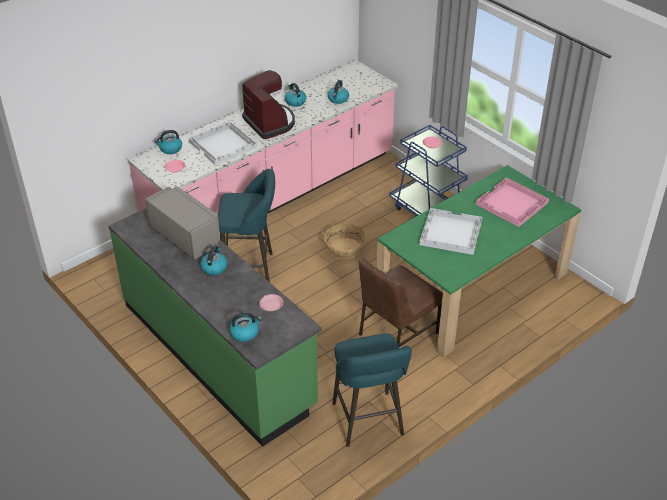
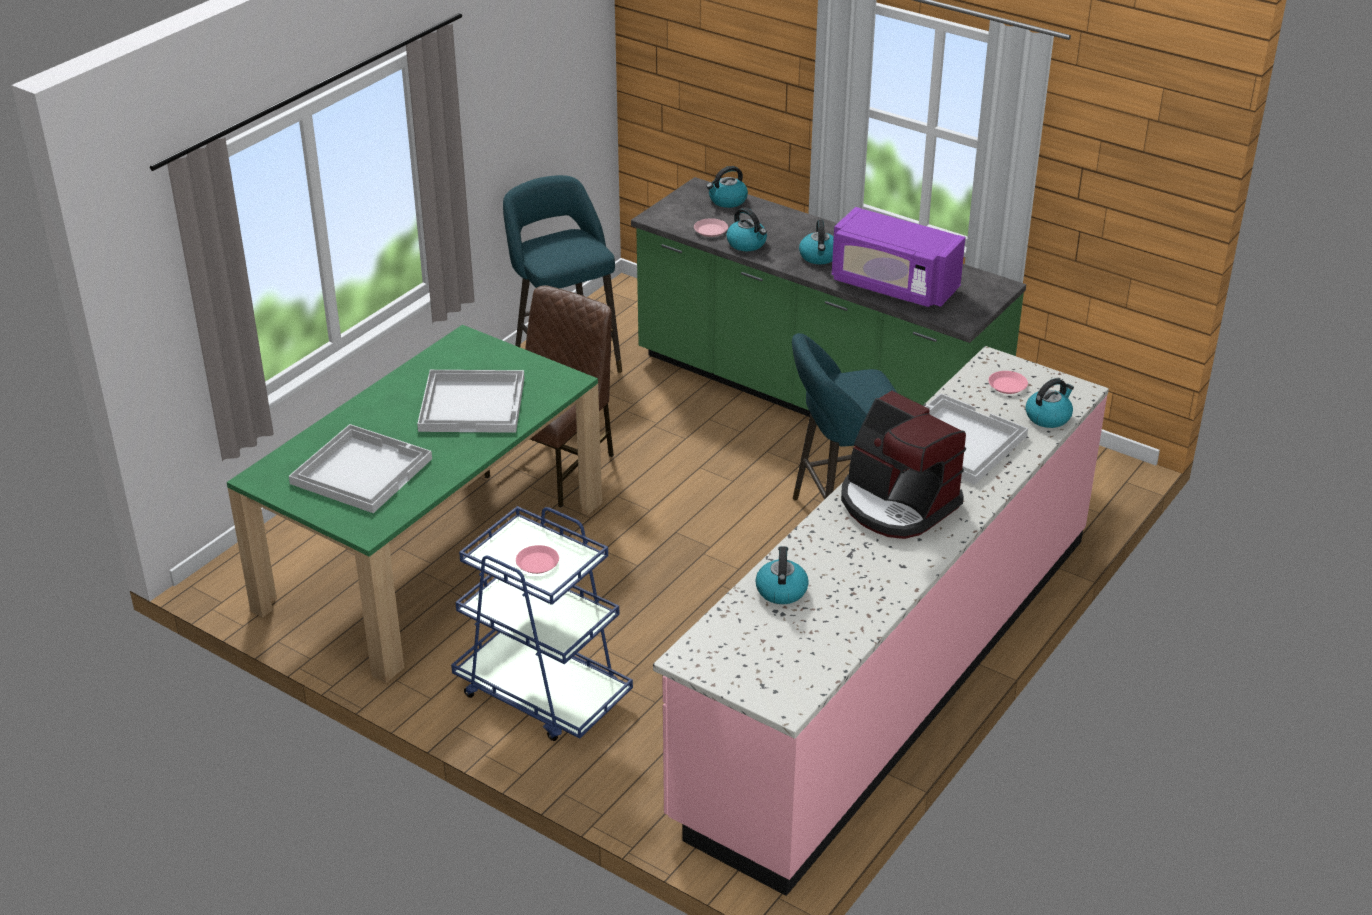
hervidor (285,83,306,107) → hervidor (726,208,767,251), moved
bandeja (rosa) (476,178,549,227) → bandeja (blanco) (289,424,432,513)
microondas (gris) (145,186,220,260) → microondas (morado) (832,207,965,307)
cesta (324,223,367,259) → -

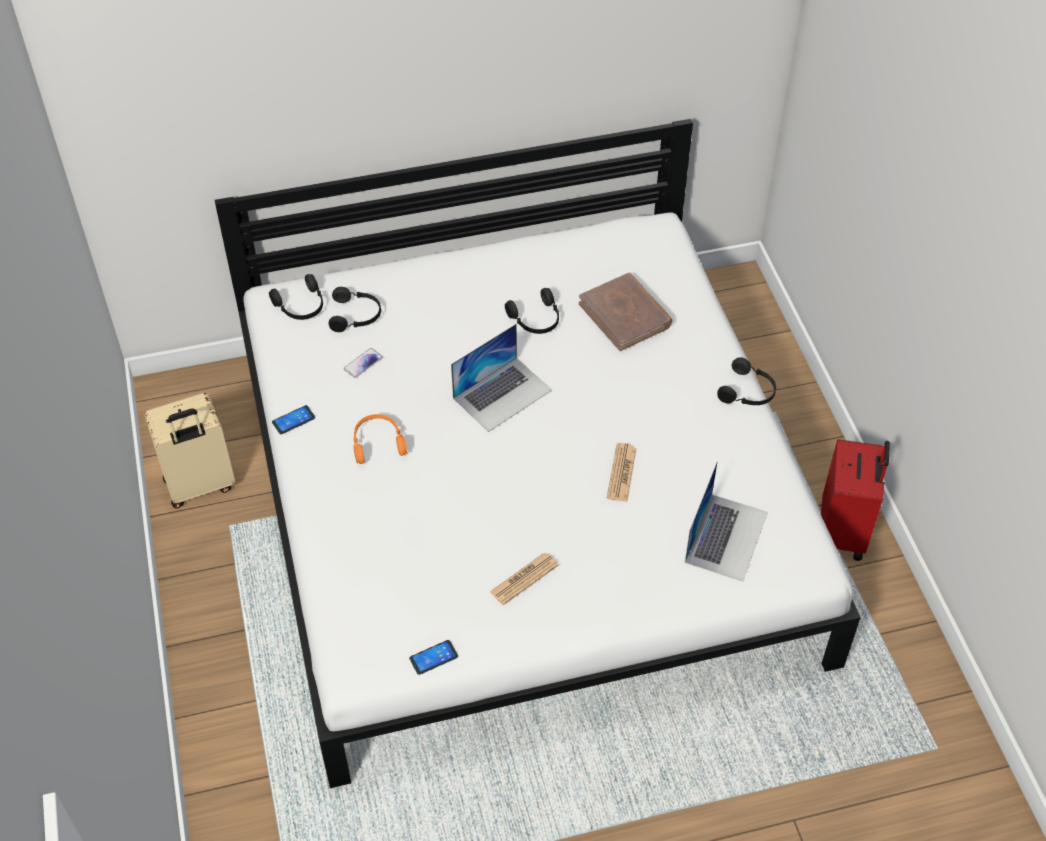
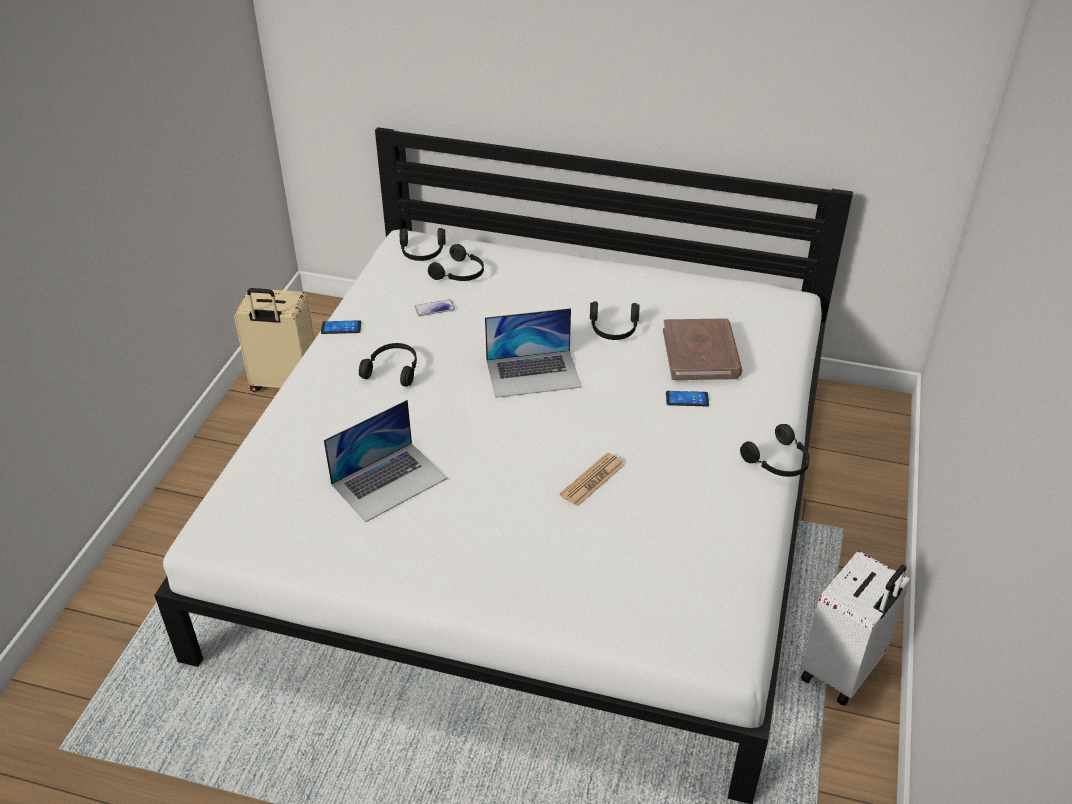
auriculares (naranja) (353,414,407,464) → auriculares (negro) (359,343,417,387)
maleta (rojo) (821,439,890,561) → maleta (blanco) (801,551,911,706)
portátil (685,461,768,581) → portátil (324,400,447,522), moved
periódico (490,553,558,605) → -
móvil (409,640,458,675) → móvil (666,391,709,406), moved

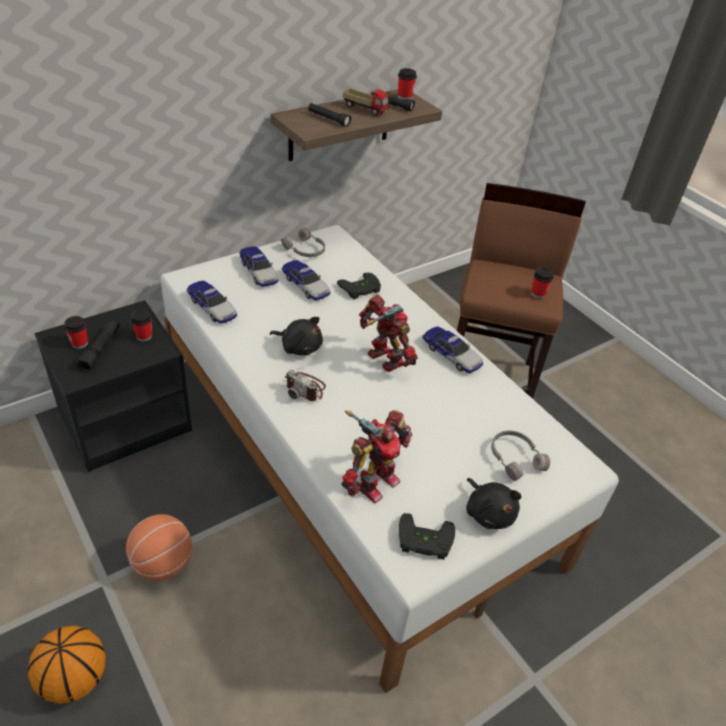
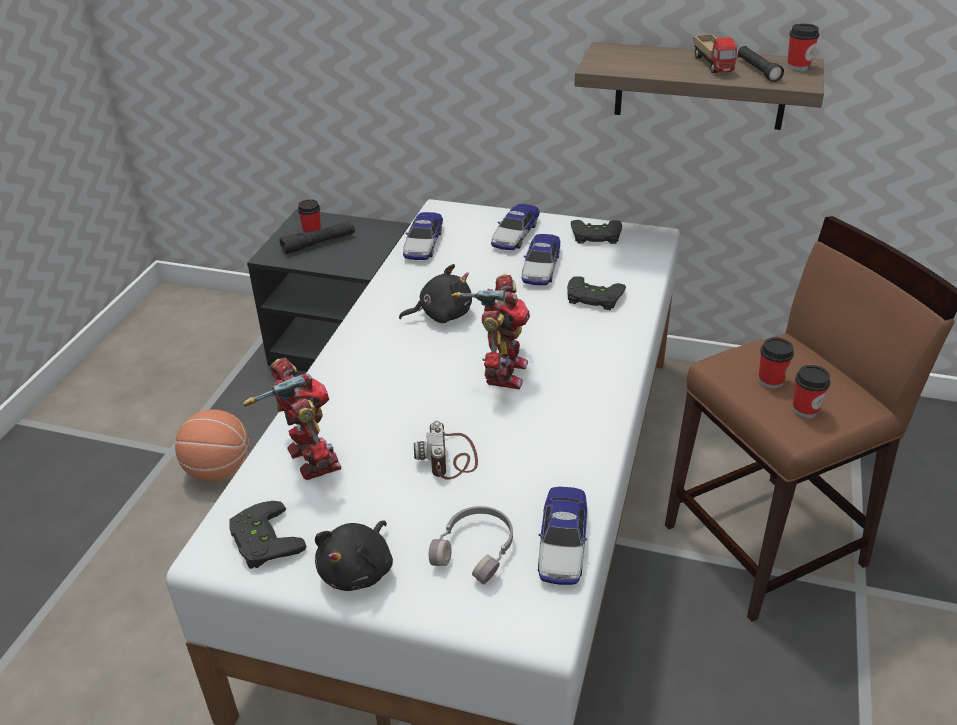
linterna (negro) (308,103,351,127) → -
auriculares (gris) (281,228,325,257) → mando de consola (negro) (571,220,622,244)
taza (131,309,152,341) → taza (758,337,794,389), moved
peluche (negro) (270,317,323,355) → peluche (negro) (399,264,472,323), 90 degrees counterclockwise
coche de juguete (423,326,483,373) → coche de juguete (538,487,587,585), moved
cámara (285,370,326,401) → cámara (414,421,478,480), moved
robot de juguete (342,410,413,503) → robot de juguete (243,357,341,480), 120 degrees counterclockwise
balón de baloncesto (28,626,106,704) → -

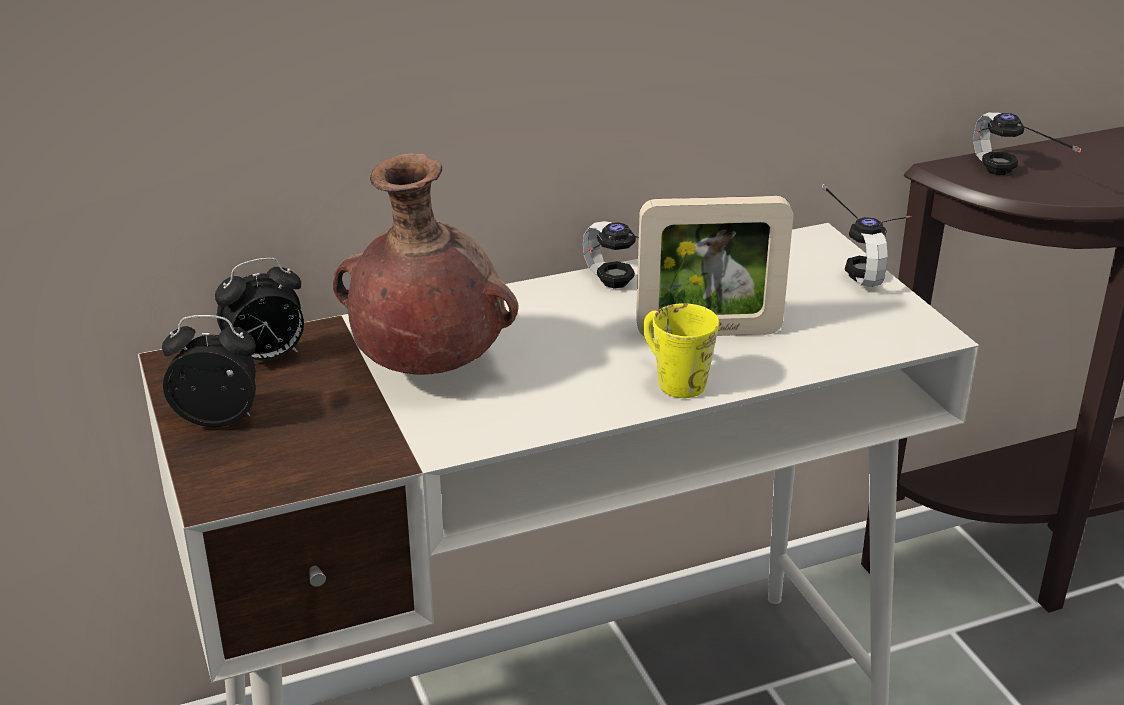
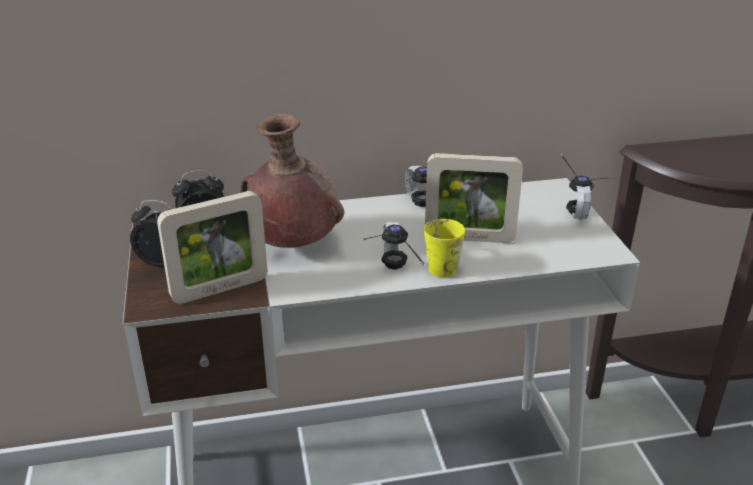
auriculares (973,112,1081,175) → auriculares (363,221,425,270), moved
- → portarretratos (157,191,268,304)

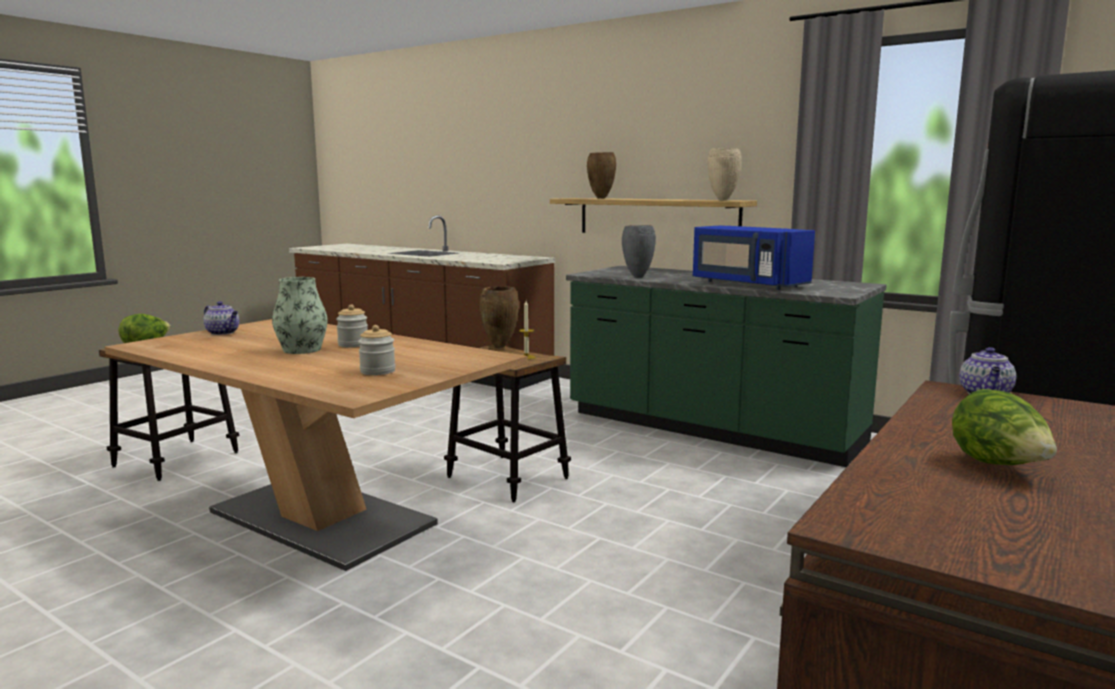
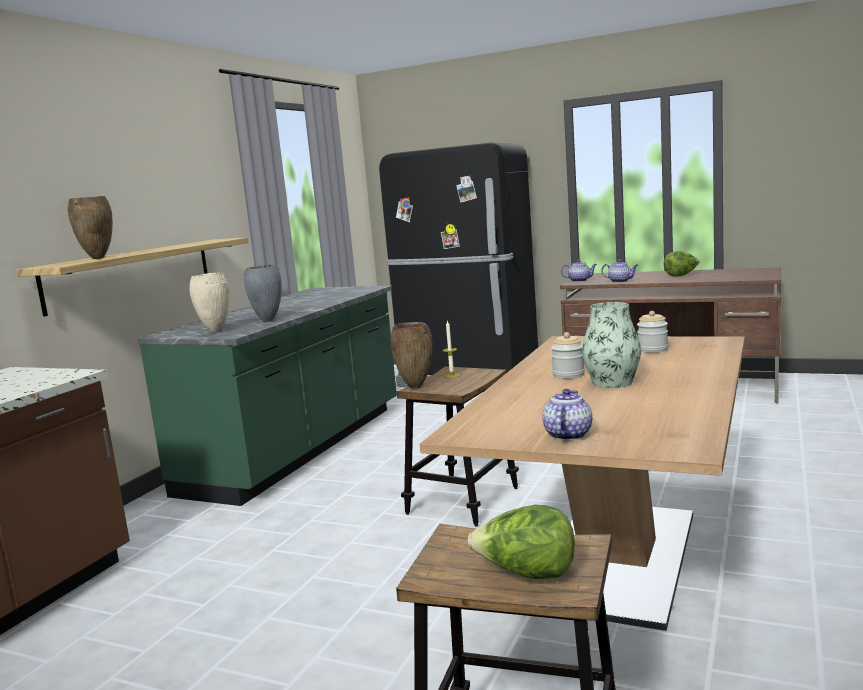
florero (beis) (708,148,742,201) → florero (beis) (189,272,229,332), moved
microondas (azul) (693,225,815,290) → -
- → tetera (601,260,638,283)

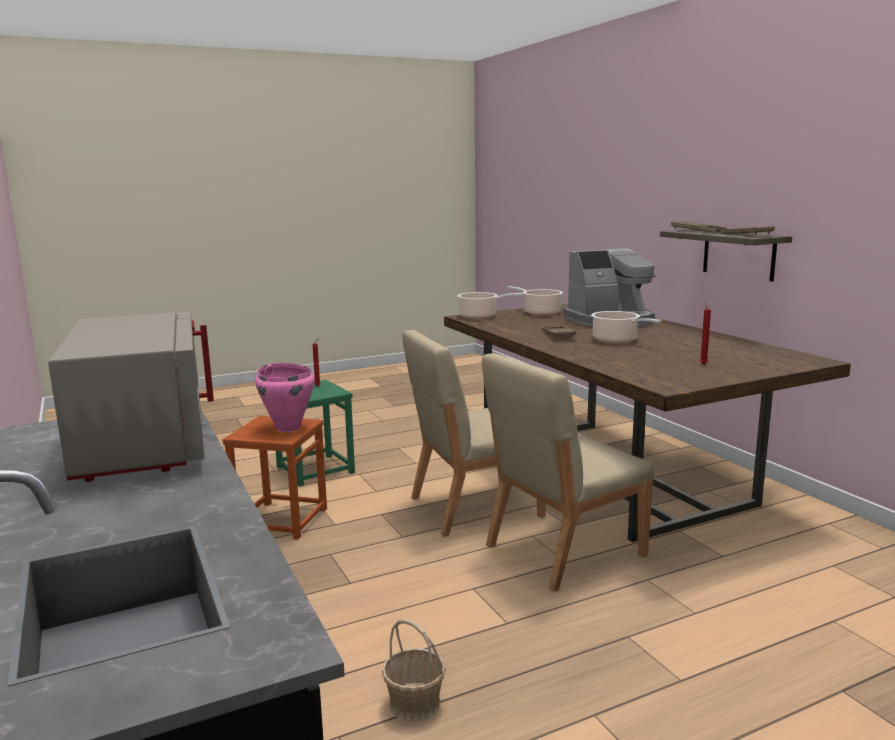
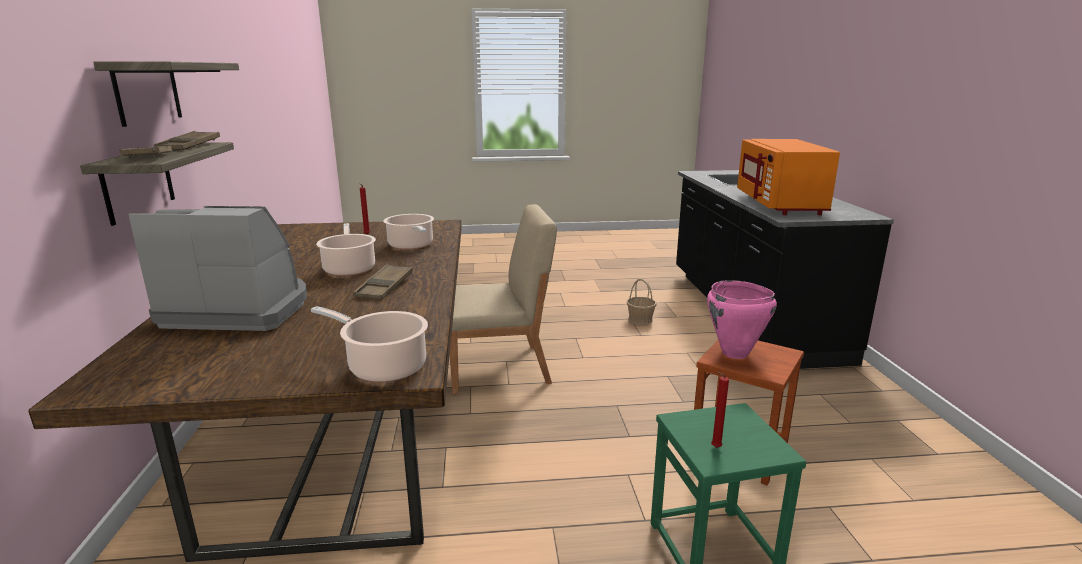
olla (507,286,563,316) → olla (383,214,434,250), moved
microondas (gris) (48,312,214,482) → microondas (naranja) (737,139,840,215)
silla (beis) (402,330,546,537) → -
- → estante (93,62,239,127)

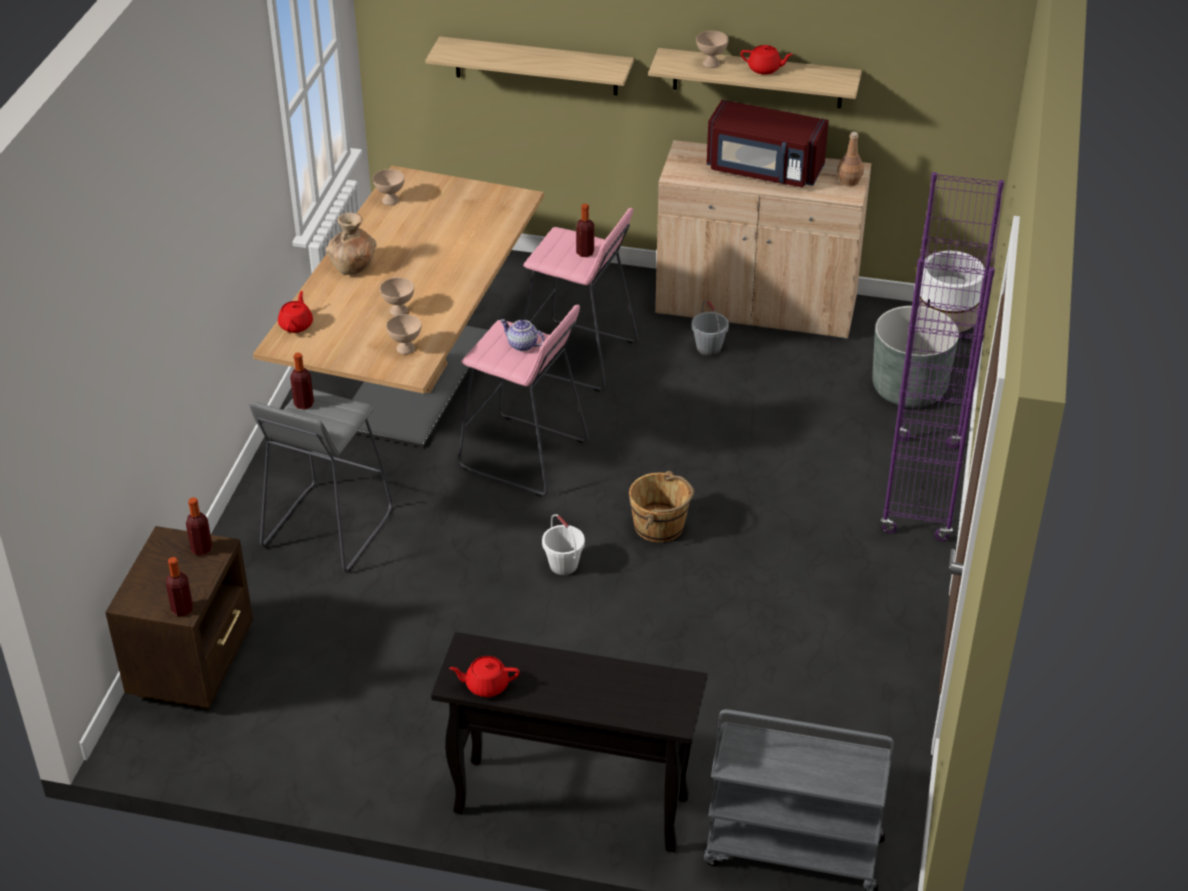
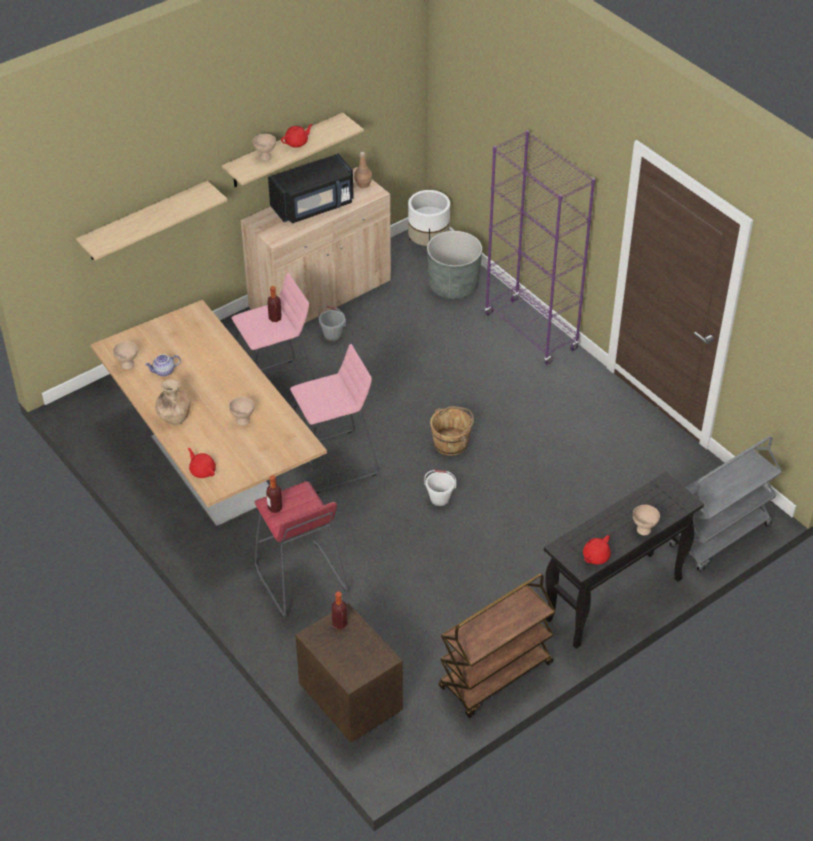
microondas (rojo) (706,100,829,188) → microondas (negro) (268,154,354,223)
cuenco (beis) (386,314,421,355) → cuenco (beis) (633,505,660,535), moved
tetera (500,319,545,351) → tetera (145,354,181,377), moved
taburete (gris) (249,389,392,572) → taburete (rojo) (254,481,349,617)
botella (166,557,193,616) → -
- → carrito (marrón) (439,574,556,718)

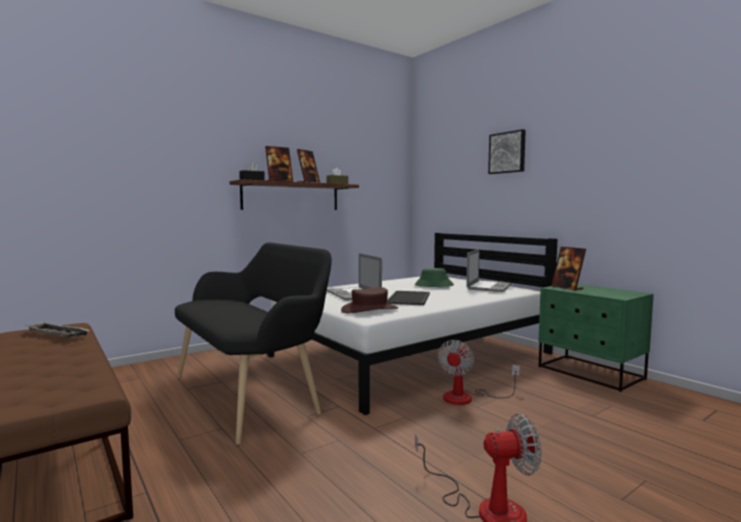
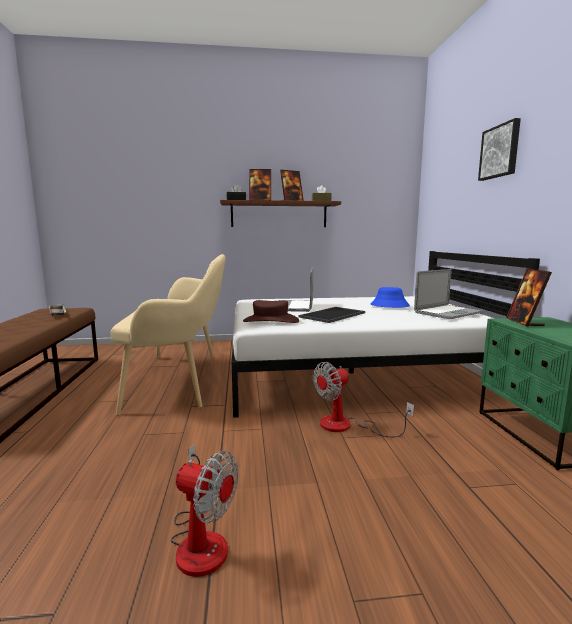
banco (negro) (175,242,332,445) → banco (beis) (111,254,226,416)
sombrero (verde) (415,268,454,287) → sombrero (azul) (371,287,410,308)

